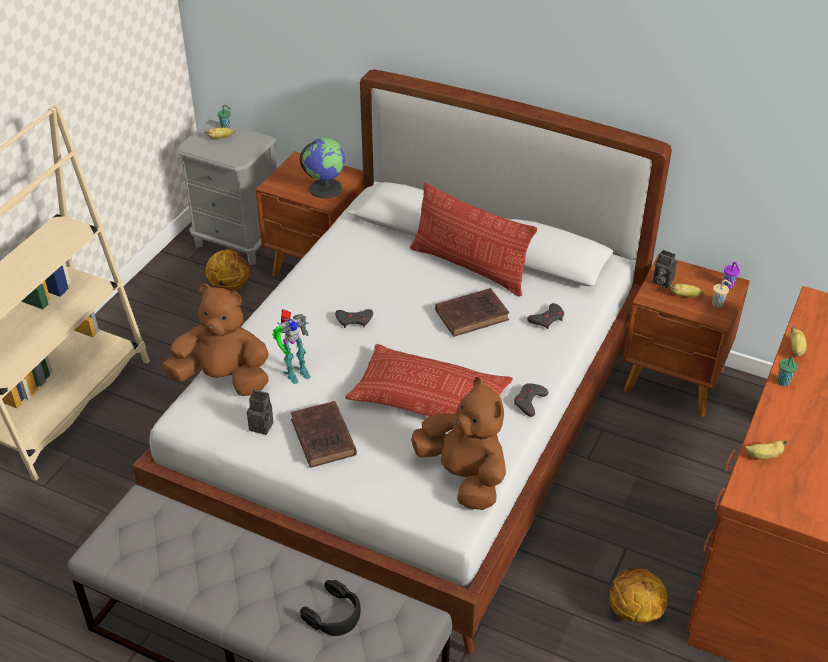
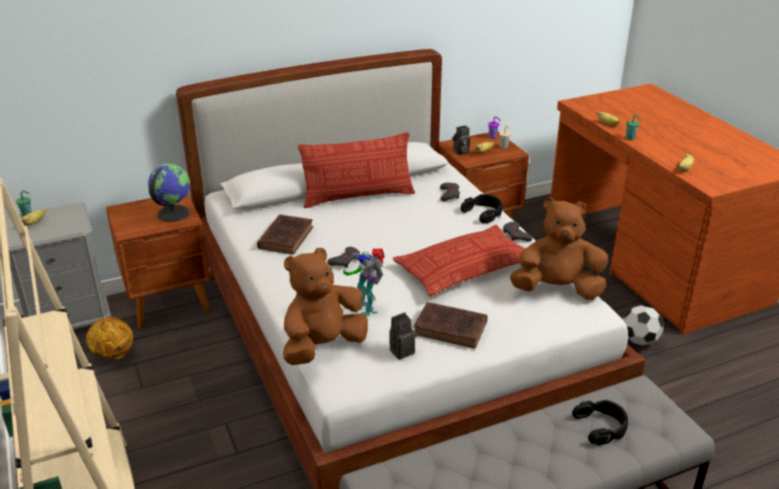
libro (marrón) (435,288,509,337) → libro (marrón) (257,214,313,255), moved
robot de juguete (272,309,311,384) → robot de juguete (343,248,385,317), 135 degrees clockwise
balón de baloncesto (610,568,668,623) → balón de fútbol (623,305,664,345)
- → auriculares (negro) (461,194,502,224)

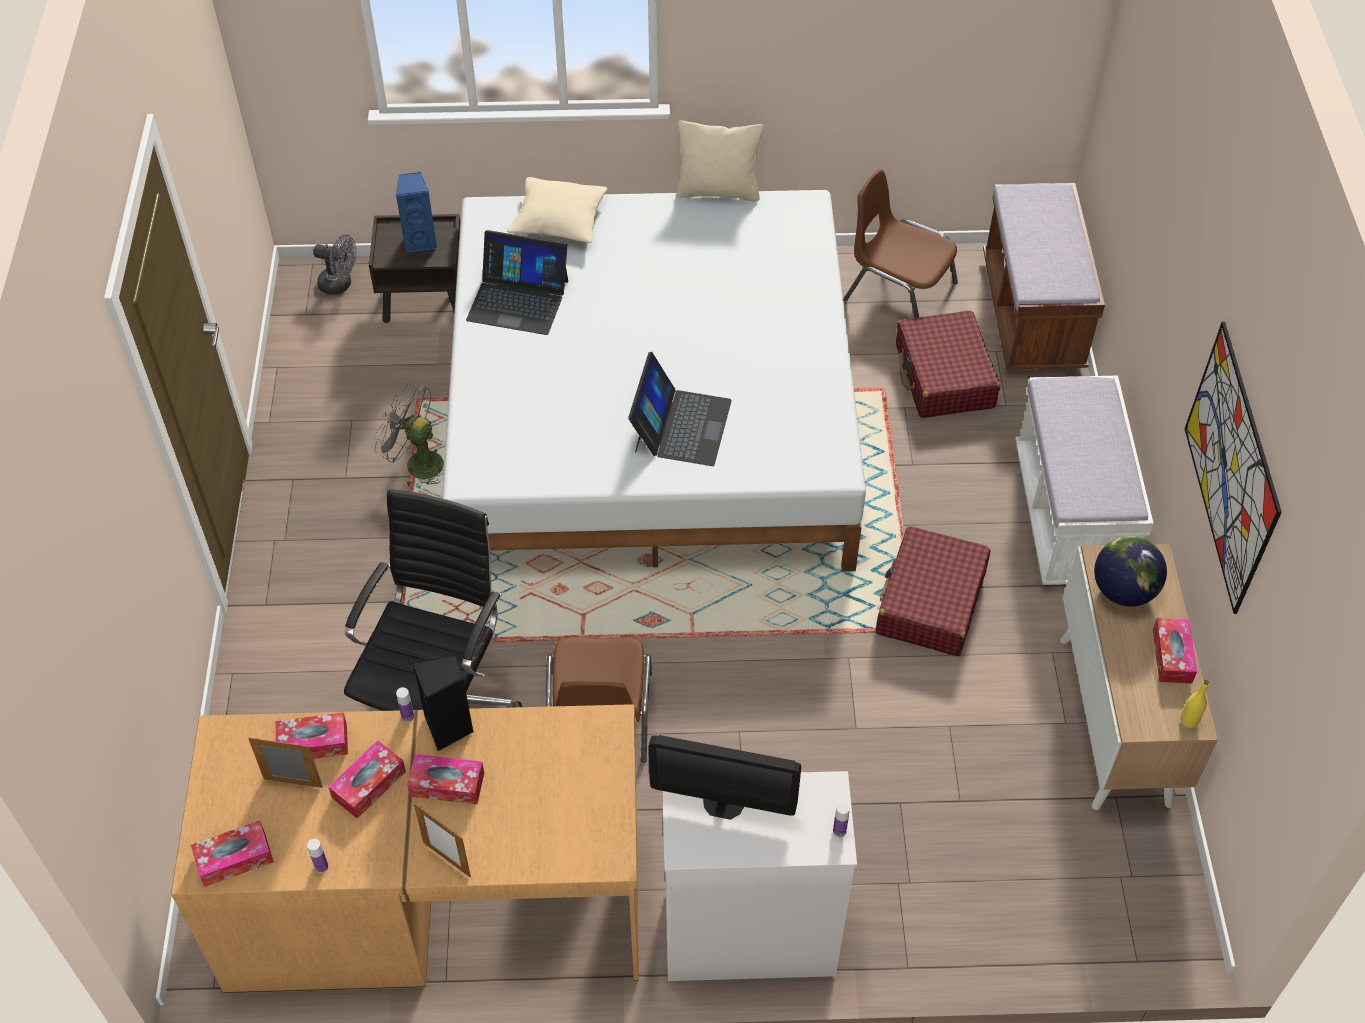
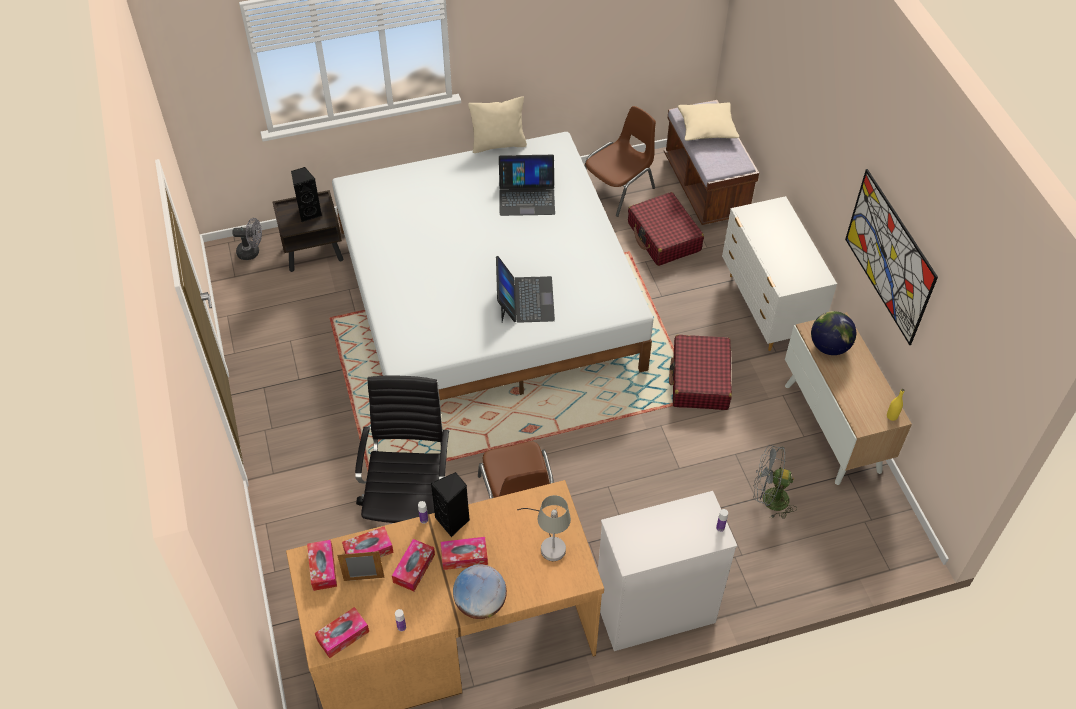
silla (marrón) (844,169,958,318) → silla (marrón) (584,106,656,217), 120 degrees clockwise
altavoz (azul) (396,172,438,253) → altavoz (negro) (291,167,322,222)
cojín (beis) (507,177,608,243) → cojín (beis) (678,103,739,141), moved
portátil (466,230,568,335) → portátil (499,155,555,216), moved
banco (blanco) (1015,376,1154,585) → cómoda (blanco) (722,196,837,351)
ventilador (gris) (375,383,444,488) → ventilador (gris) (753,445,797,519), moved
caja de pañuelos (1153,618,1197,683) → caja de pañuelos (307,540,337,591), moved
monitor (649,735,802,820) → -
portarretratos (414,803,471,877) → globo terráqueo (453,564,507,619)
- → lámpara de mesa (gris) (517,495,571,561)

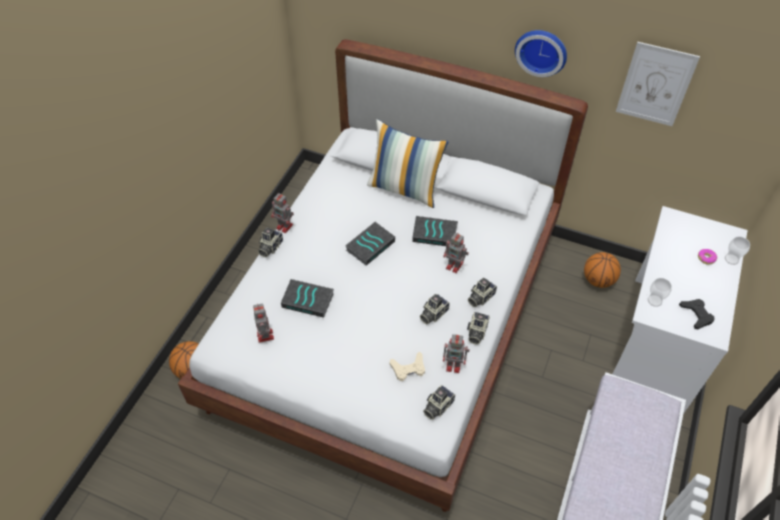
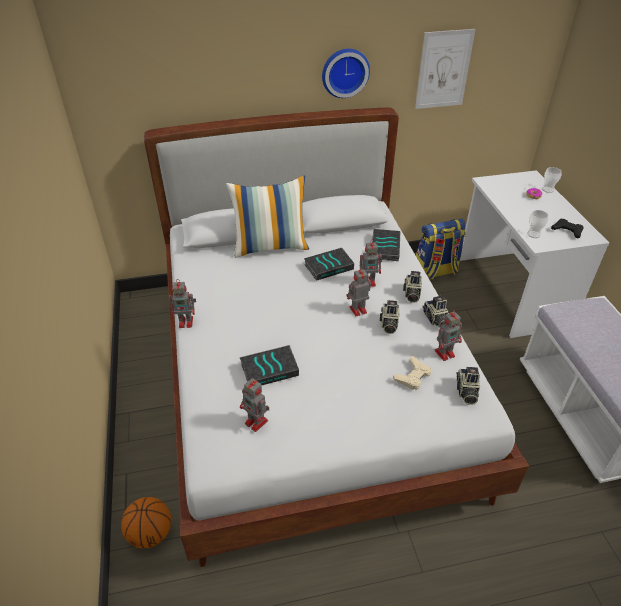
libro (345,222,395,266) → libro (372,229,400,261), moved
cámara (258,228,283,257) → -
balón de baloncesto (584,252,621,288) → mochila (416,219,466,280)
- → robot de juguete (346,267,371,316)

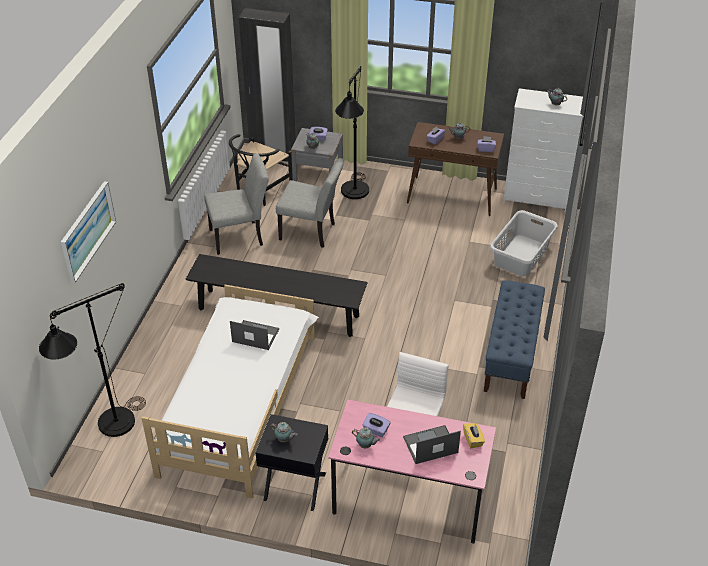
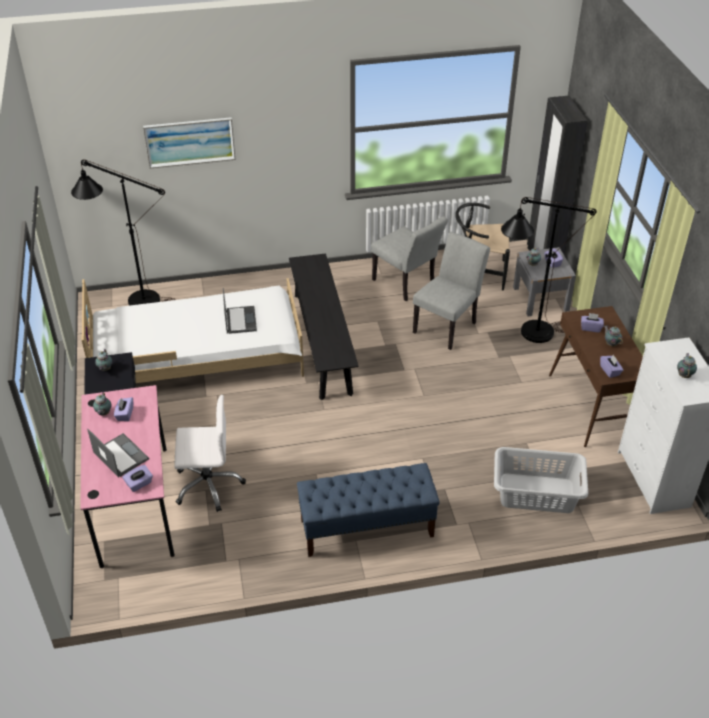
silla (gris) (276,158,344,248) → silla (gris) (413,232,490,350), 135 degrees counterclockwise
caja de pañuelos (amarillo) (463,423,485,448) → caja de pañuelos (morado) (123,465,153,492)

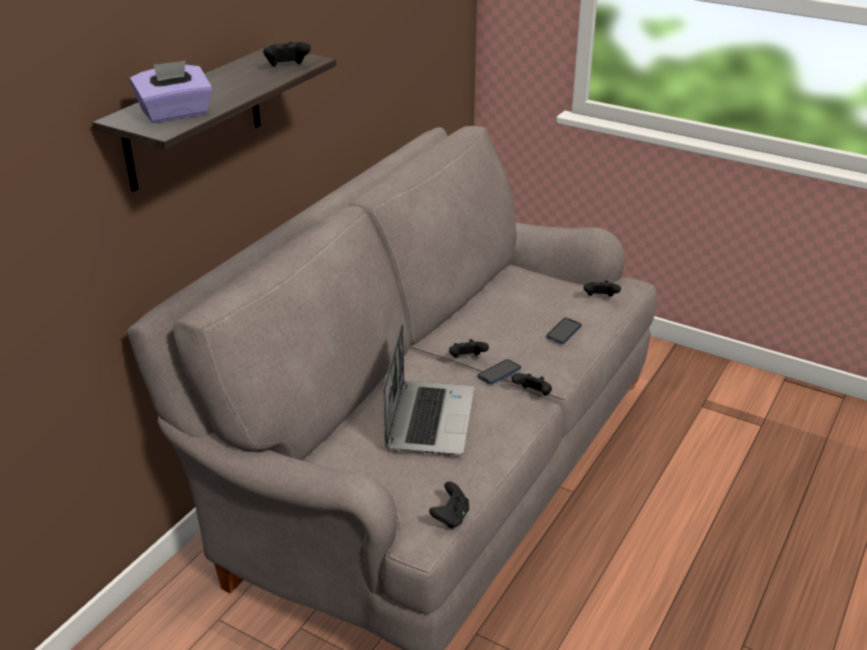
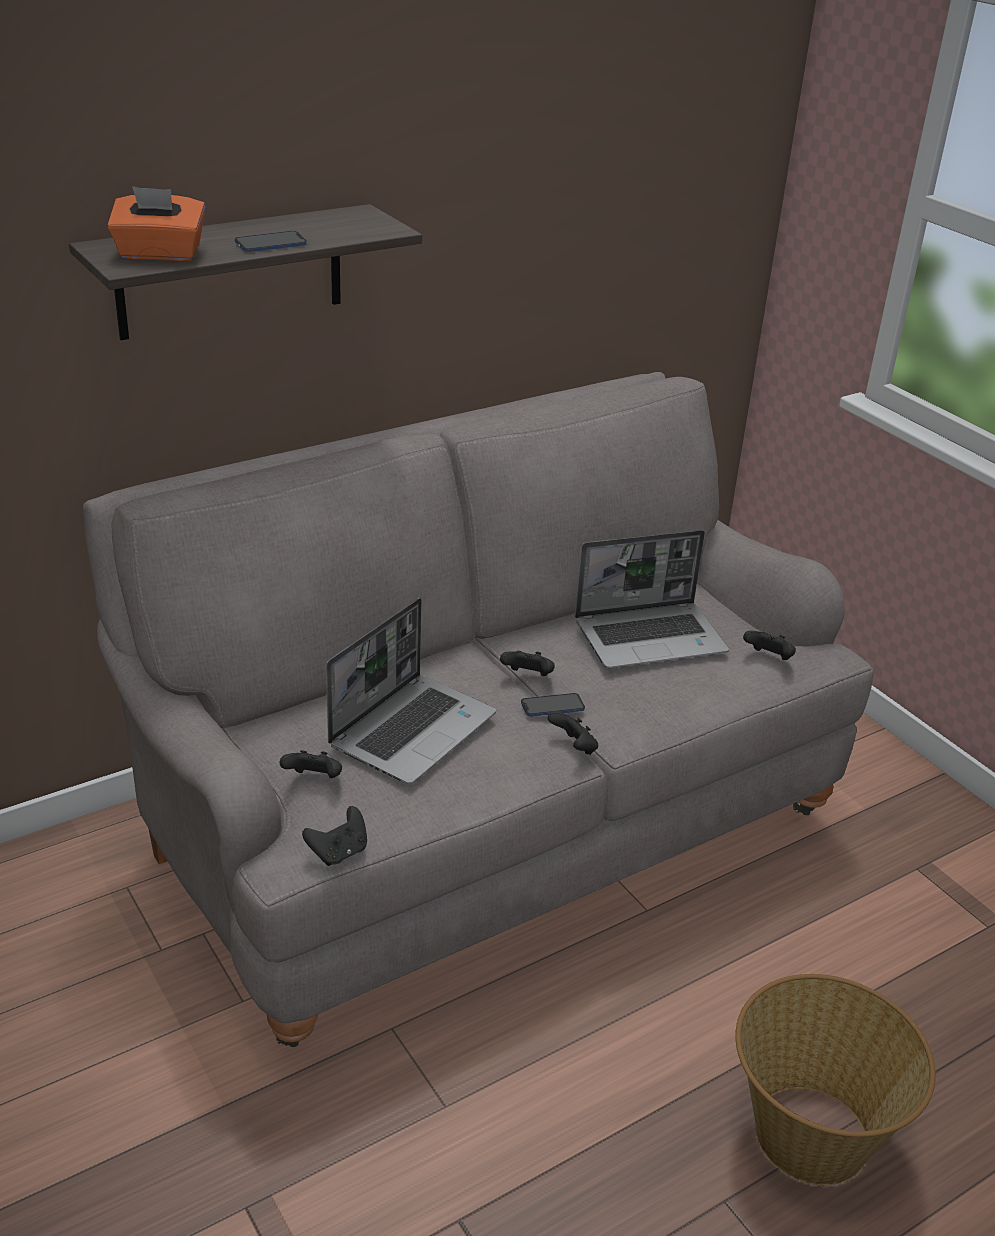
mando de consola (negro) (263,42,311,67) → mando de consola (negro) (280,750,342,778), moved
caja de pañuelos (morado) (130,60,212,123) → caja de pañuelos (naranja) (107,186,205,261)
móvil (546,318,582,344) → móvil (235,231,307,252), moved
- → portátil (575,530,729,668)
- → cesta (735,974,936,1185)

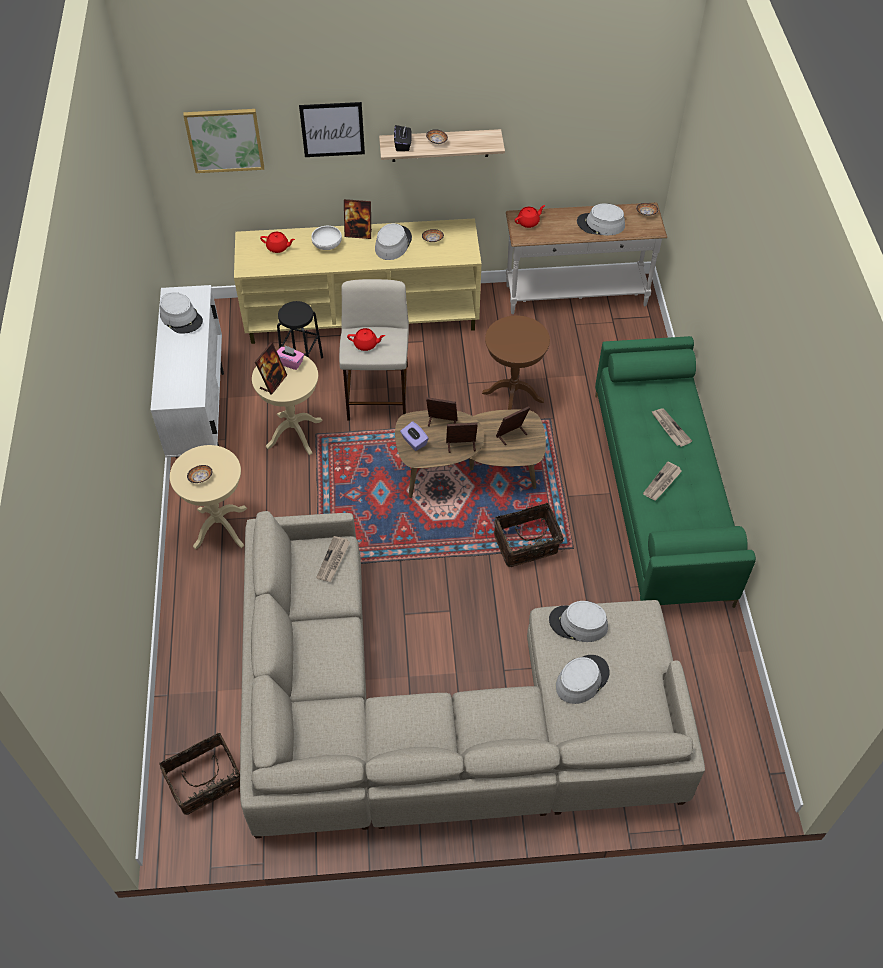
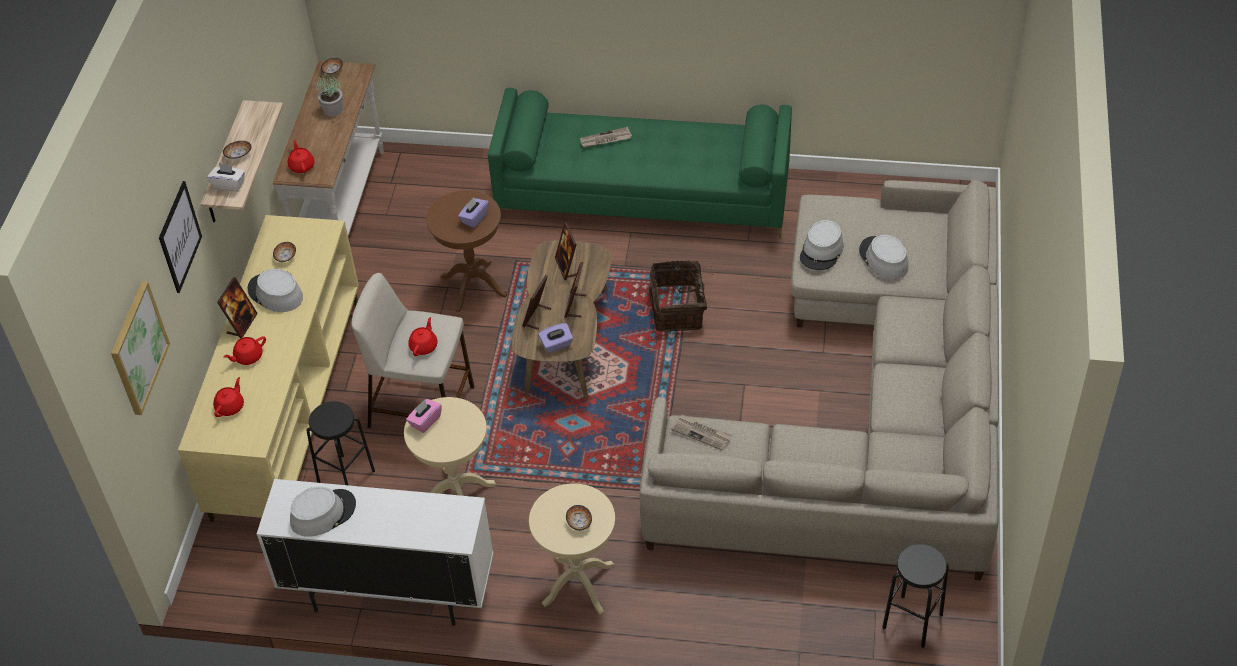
caja de pañuelos (negro) (394,125,412,151) → caja de pañuelos (blanco) (207,163,245,192)
sombrero (gris) (577,203,625,235) → planta en maceta (316,71,343,116)
cuenco (blanco) (311,226,342,250) → tetera (rojo) (223,336,266,365)
portarretratos (255,342,287,395) → -
periódico (643,461,682,500) → -
cesta (159,733,240,815) → taburete (negro) (882,544,949,648)
- → caja de pañuelos (morado) (458,197,489,228)

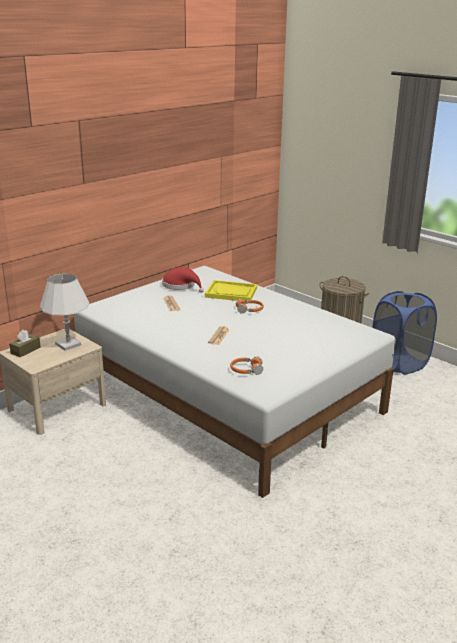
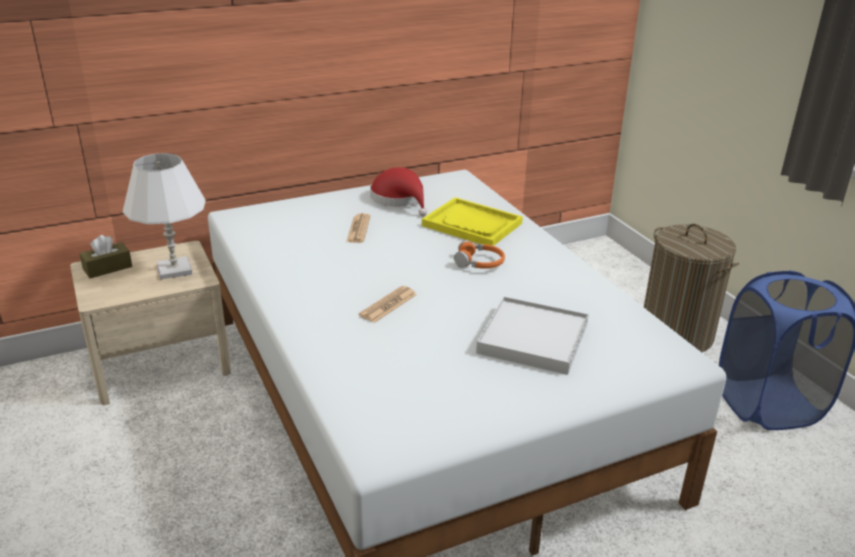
auriculares (naranja) (230,356,263,375) → -
- → bandeja (blanco) (476,296,589,375)

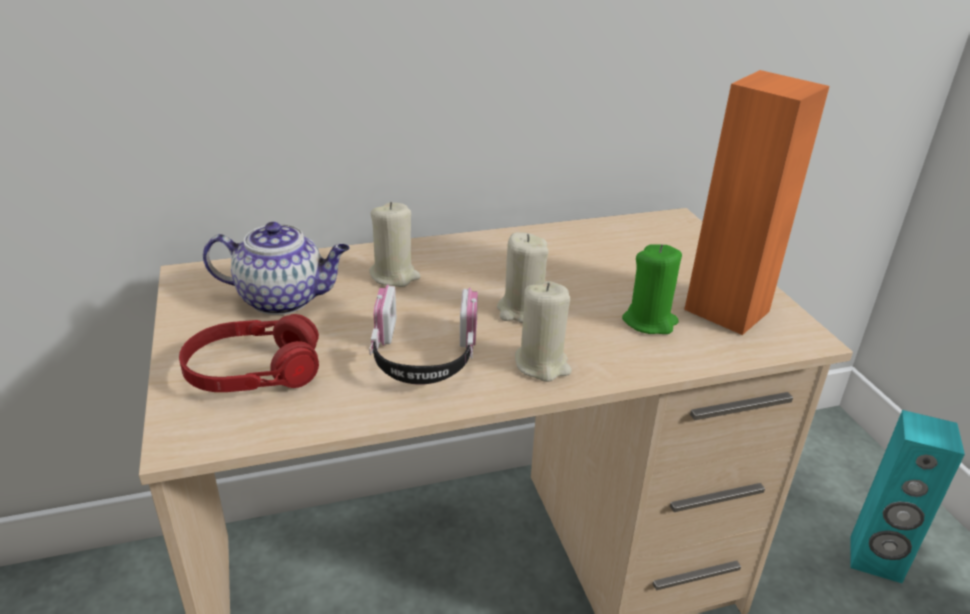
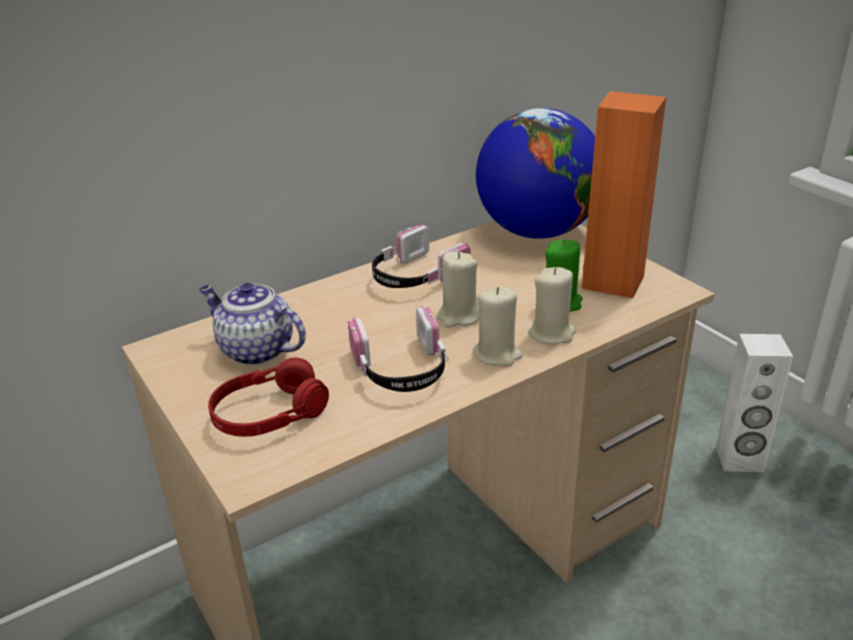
vela (beis) (369,202,421,287) → vela (beis) (528,267,576,344), moved
tetera (203,222,350,315) → tetera (199,283,306,366), 135 degrees counterclockwise
altavoz (turquesa) (851,410,965,583) → altavoz (blanco) (716,334,793,472)
- → globo terráqueo (476,108,595,239)
- → auriculares (372,224,471,288)

